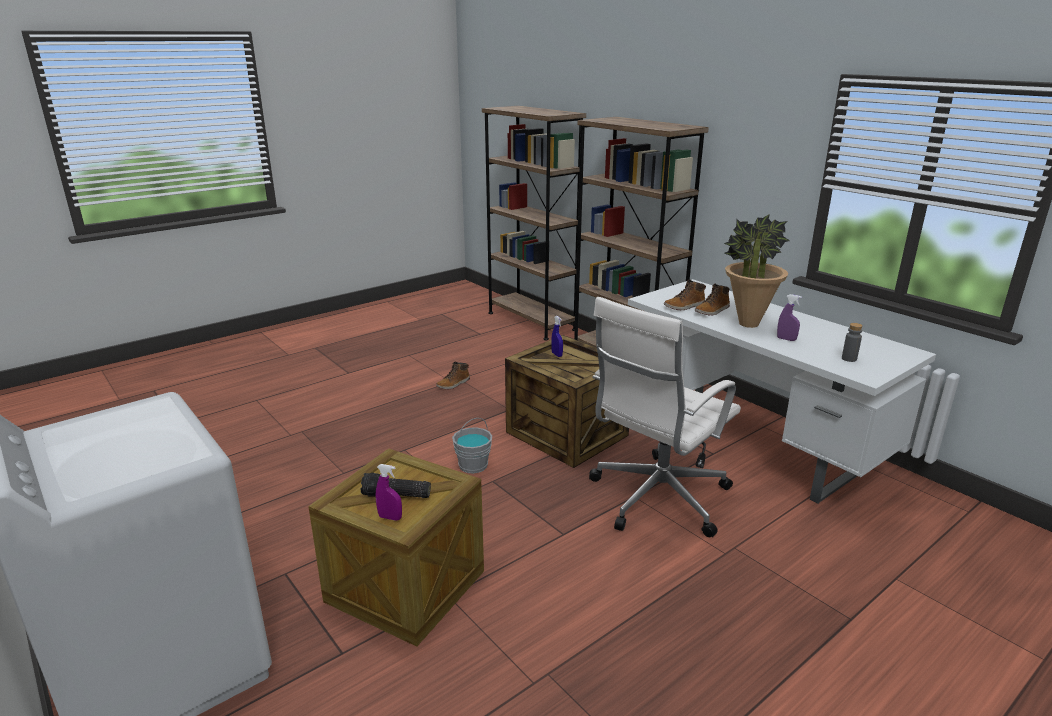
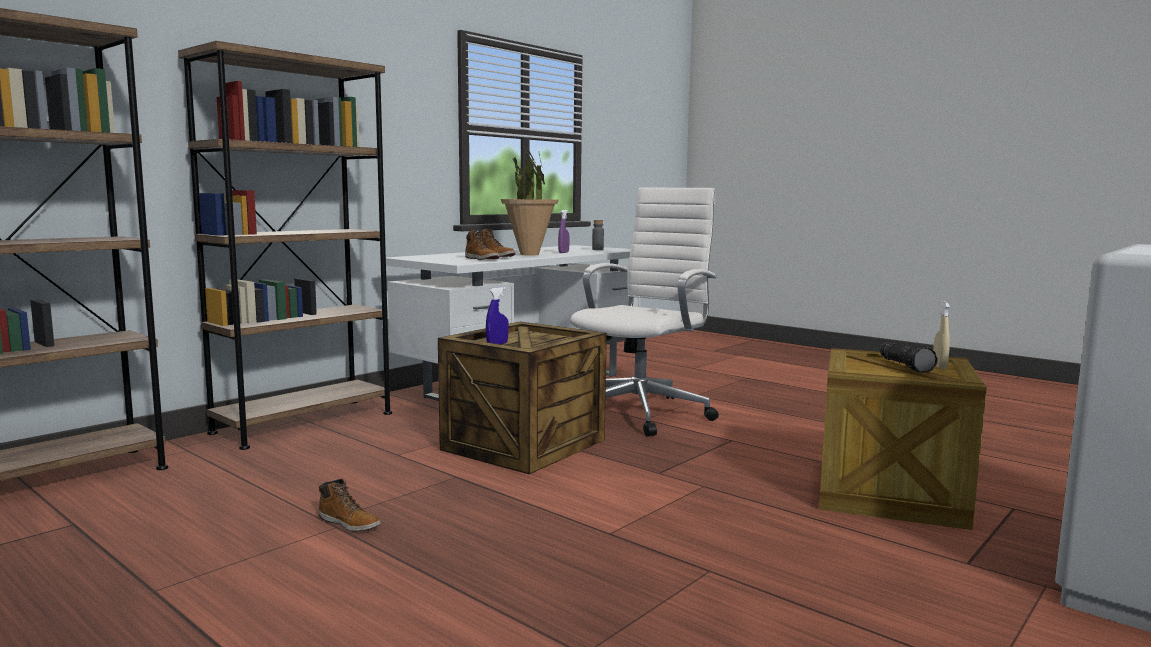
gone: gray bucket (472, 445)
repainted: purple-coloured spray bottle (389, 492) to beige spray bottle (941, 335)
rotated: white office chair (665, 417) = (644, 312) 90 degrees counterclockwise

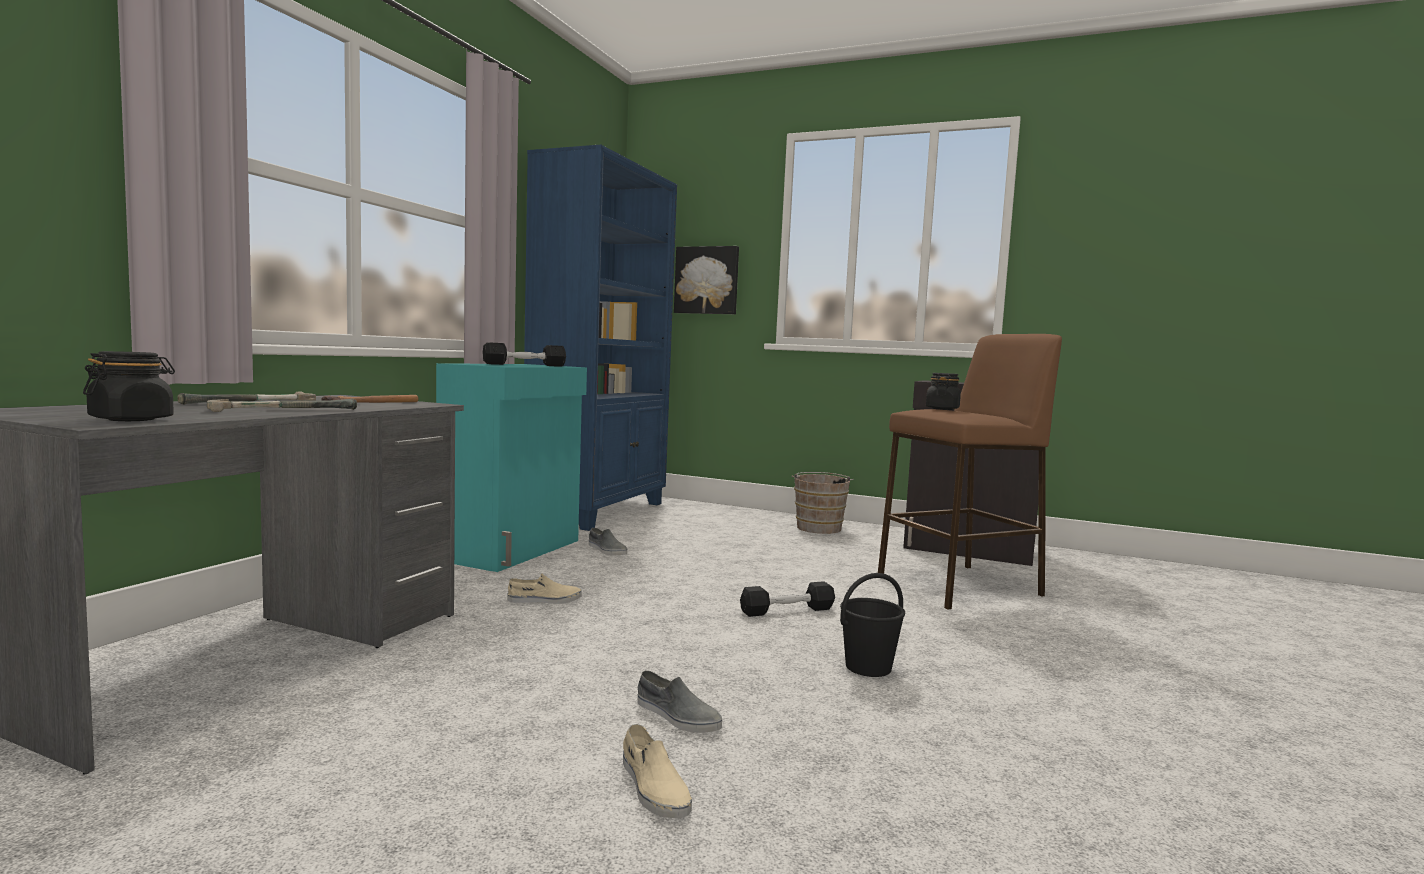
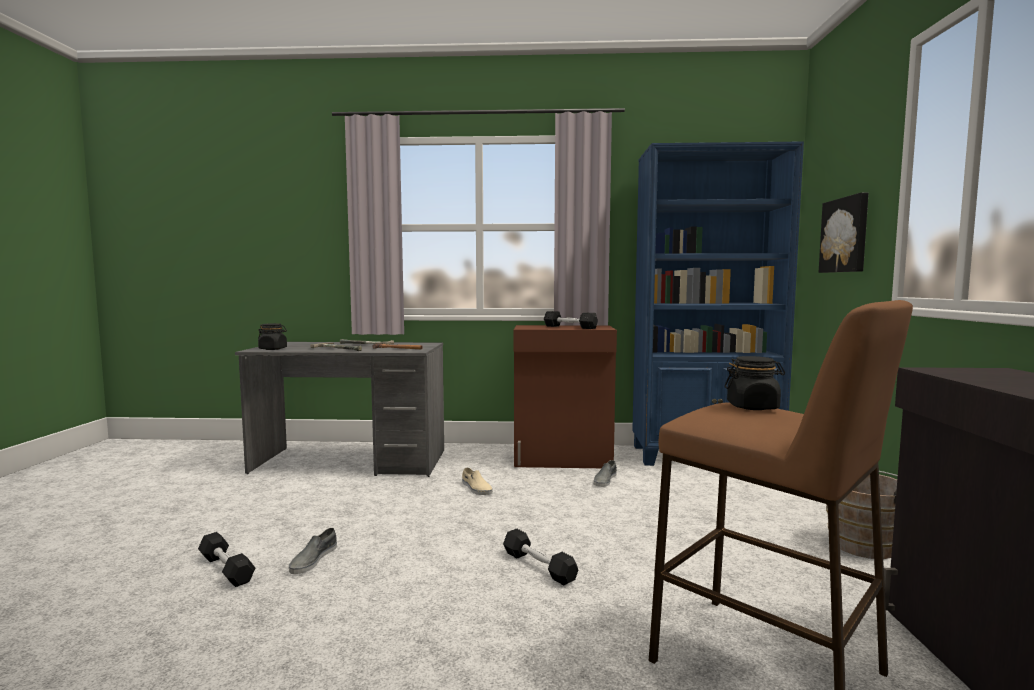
gone: black bucket (872, 625)
swapped: beige low shoe (657, 771) to black hand weight (226, 559)
repainted: turquoise cupboard (511, 467) to brownish cupboard (565, 396)

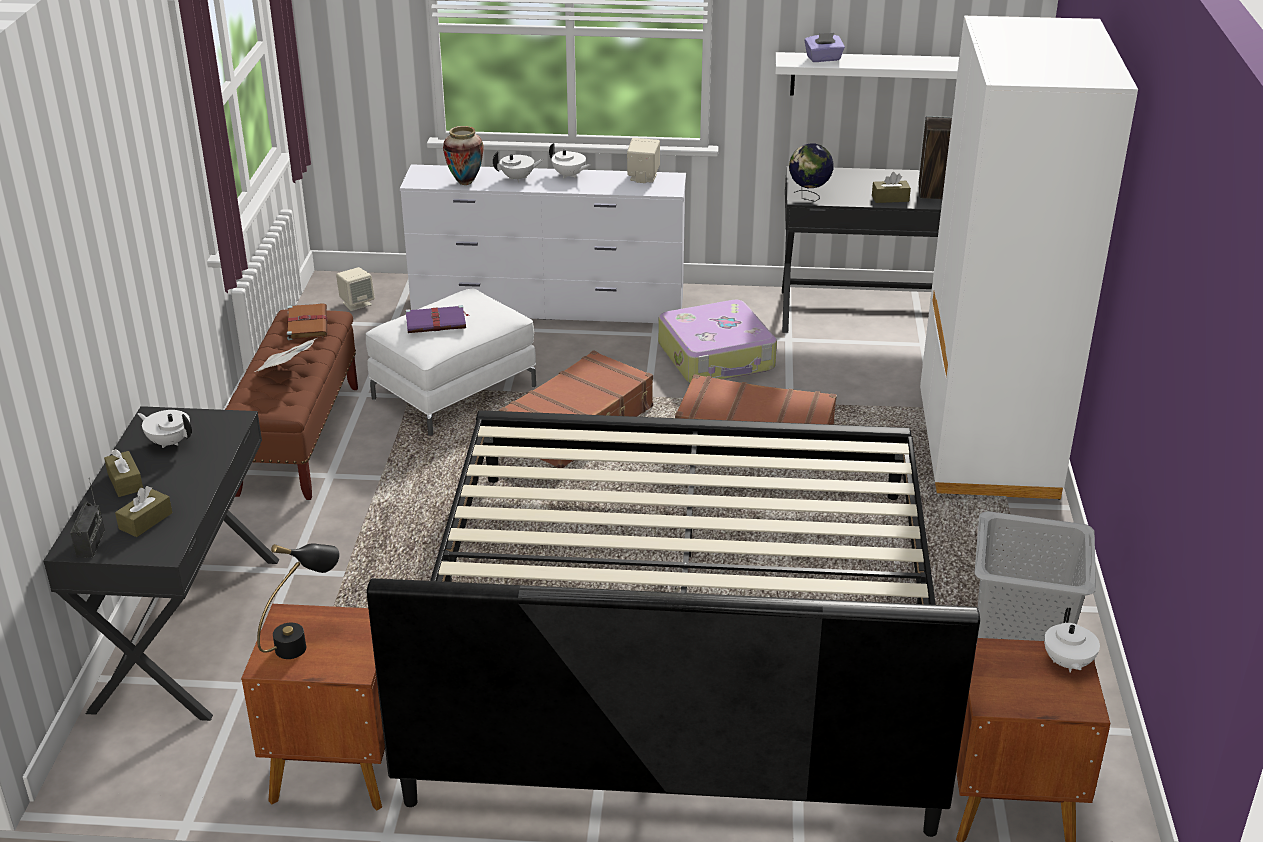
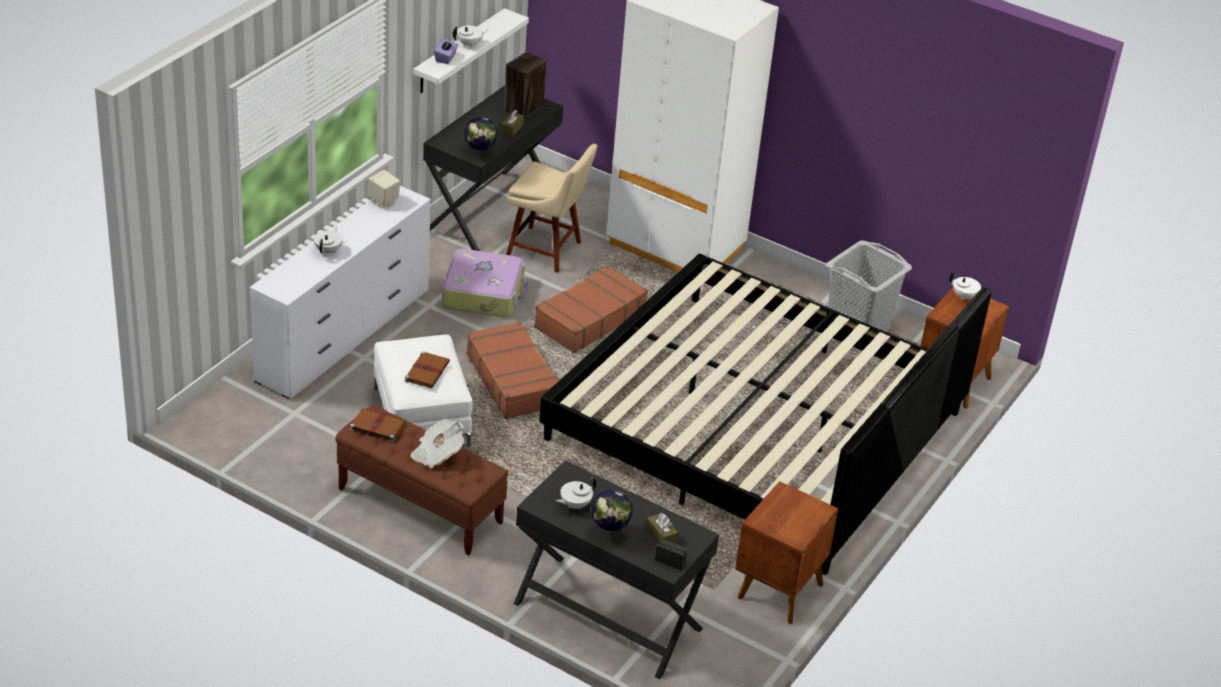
gone: black lamp for a table (298, 601); beige speaker (355, 289); decorative vase (463, 155)
new: beige plain chair (551, 208)
shifted: white pot for tea (569, 161) to (471, 37)
swapped: brownish tissue holder (123, 473) to world globe (612, 514)
repainted: purple-coloured book (437, 319) to brownish book (427, 369)

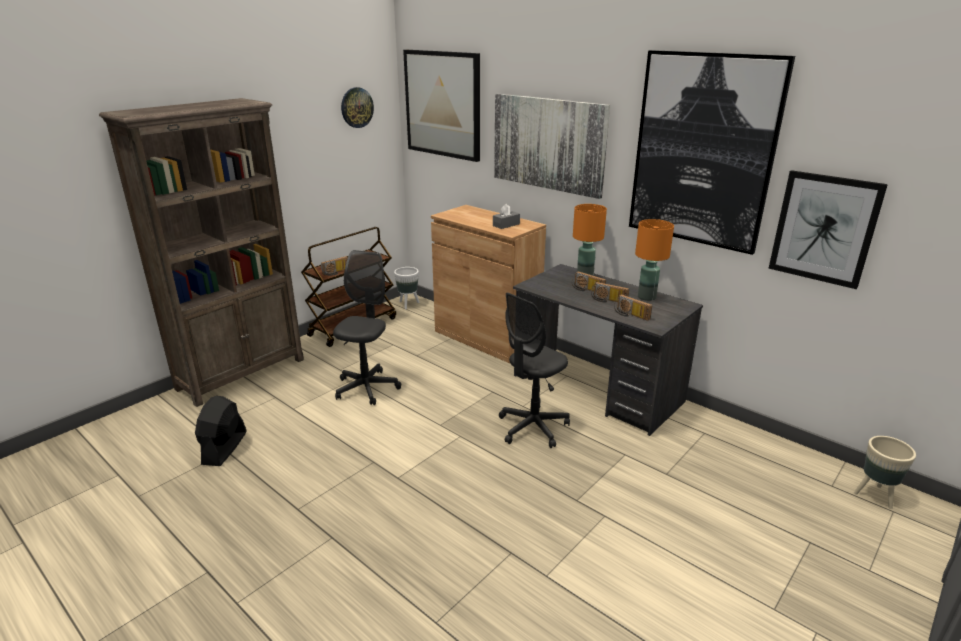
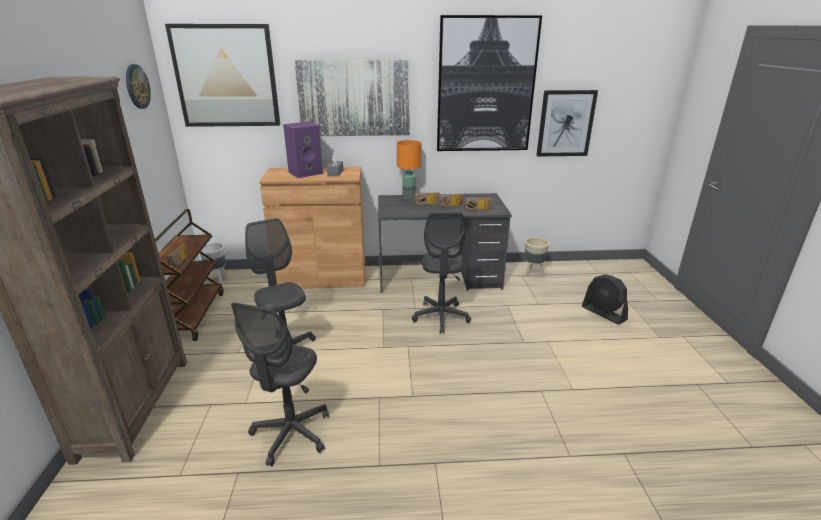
gone: orangey lamp for a table (654, 260)
new: gray office chair (280, 384); purple-coloured speaker (303, 150)
shifted: black electric fan (221, 431) to (605, 299); beige plant pot (885, 472) to (537, 257)

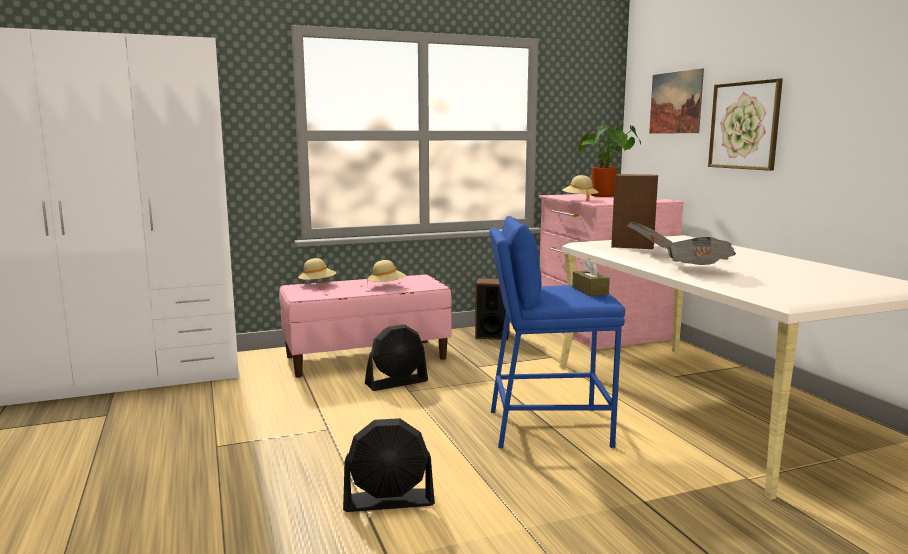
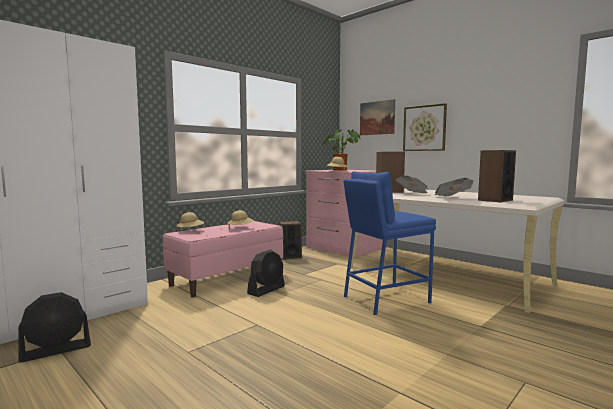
gone: brownish tissue holder (591, 277)
new: speaker (497, 176)
shifted: black electric fan (389, 465) to (54, 327)

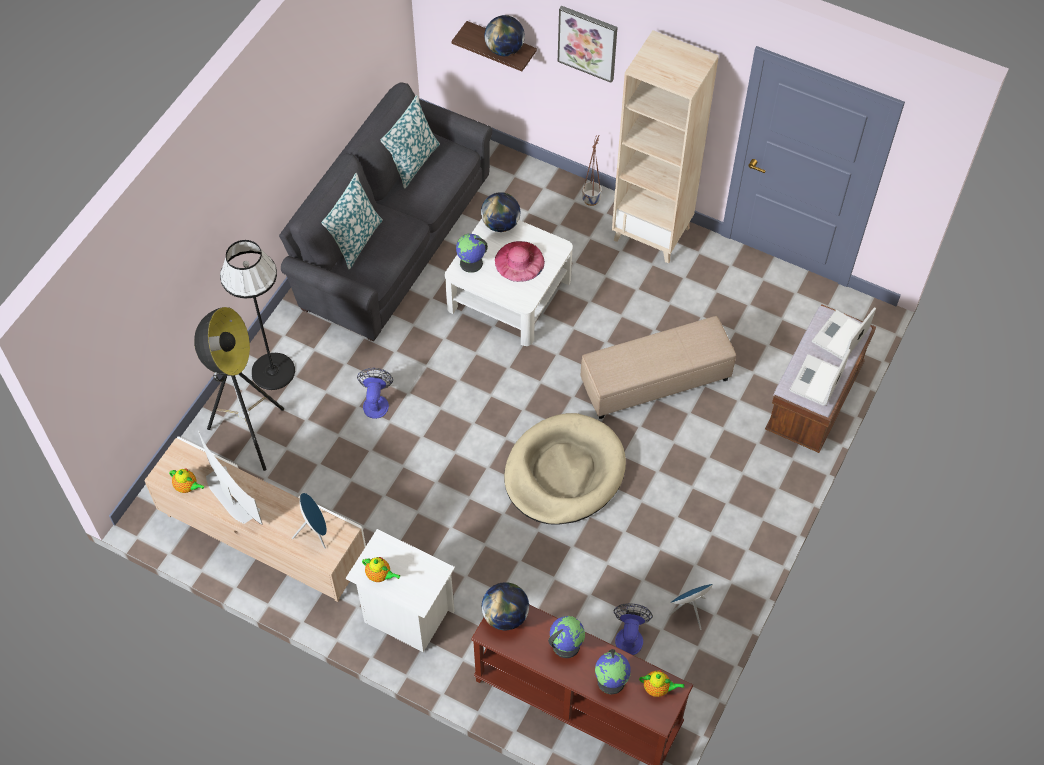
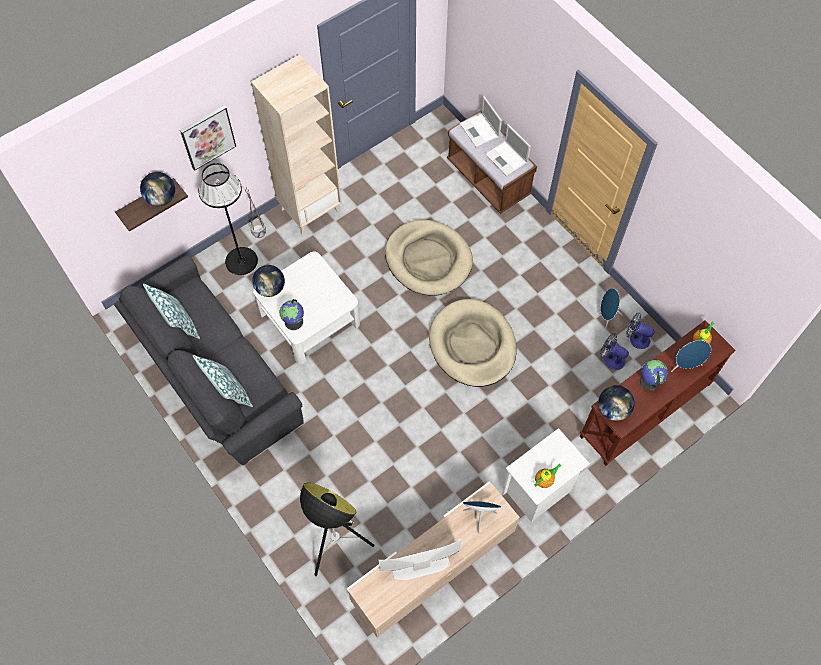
gone: pot for tea (186, 481); pinkish hat (520, 261)
shifted: black standard lamp (257, 315) to (228, 219); electric fan (375, 393) to (640, 331)
swapped: beige footrest (658, 367) to beige pet bed (429, 257); world globe (613, 671) to bluish speaker (691, 356)

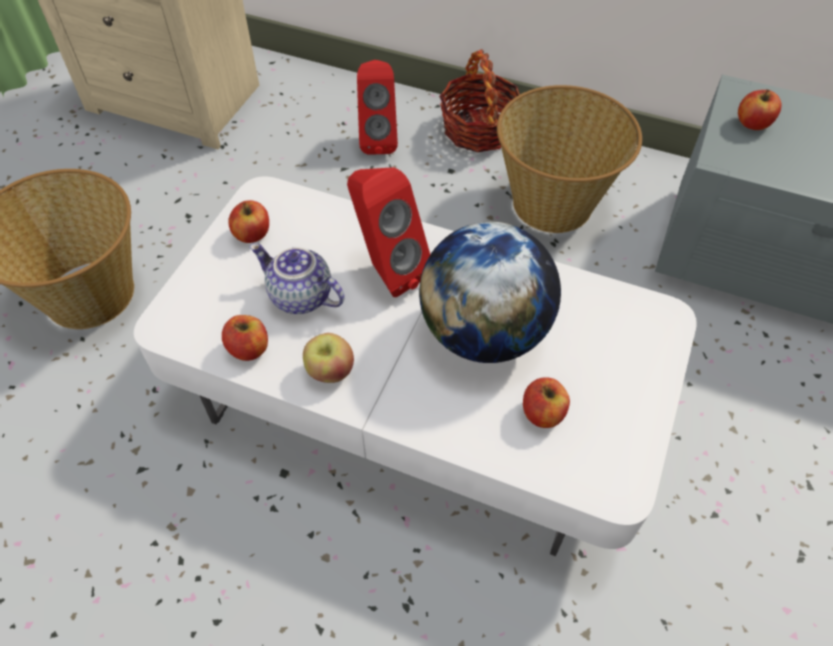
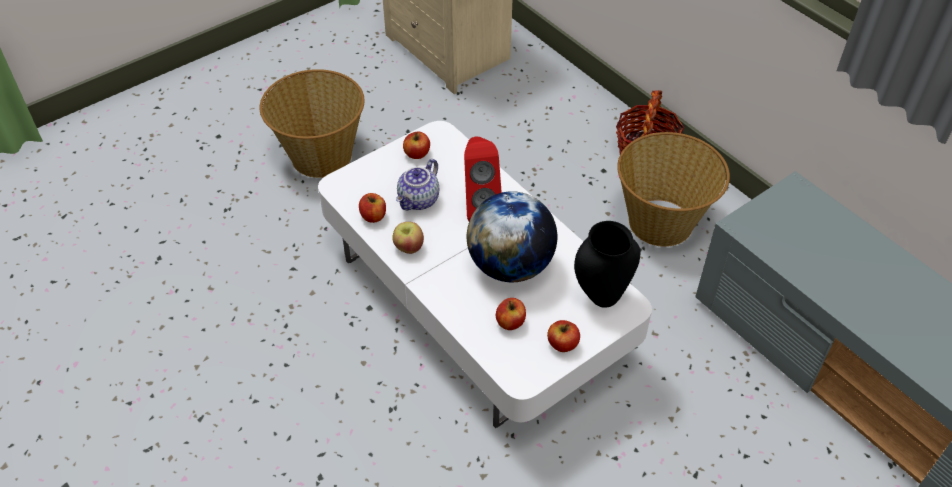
gone: red-coloured speaker (377, 107)
new: black decorative vase (607, 264)
shifted: apple fruit (759, 109) to (563, 336)
rotated: pot for tea (297, 278) = (417, 184) 120 degrees counterclockwise

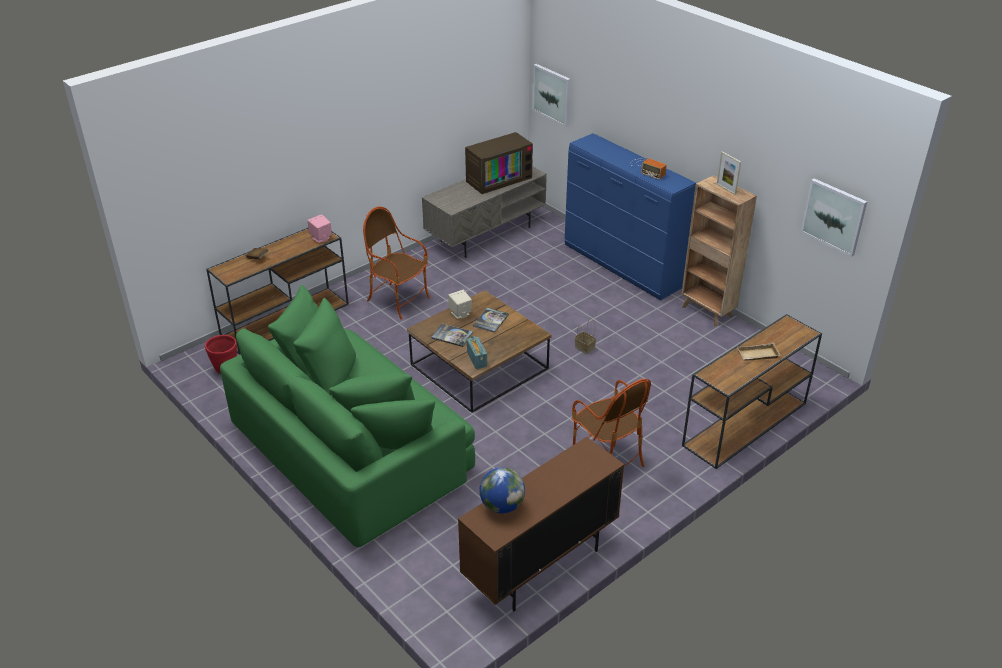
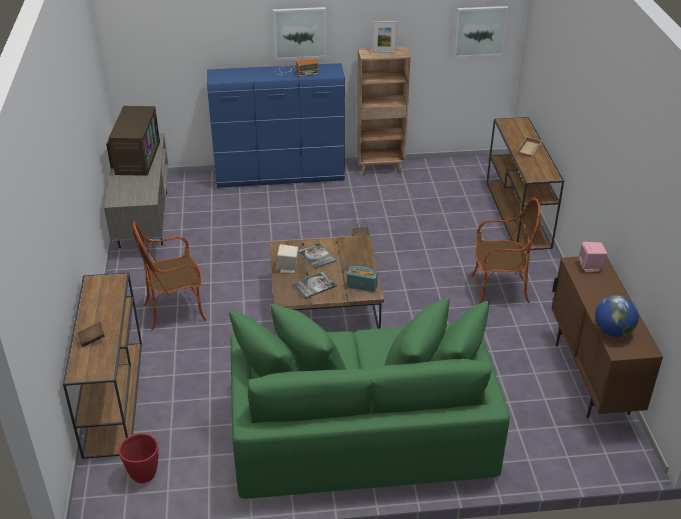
shifted: pinkish speaker (320, 228) to (593, 257); picture (551, 95) to (299, 33)

